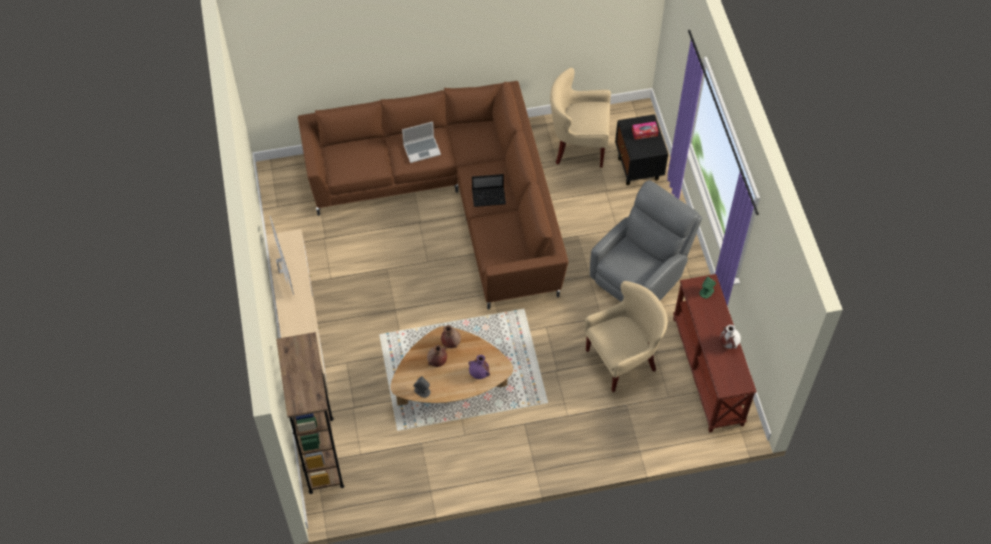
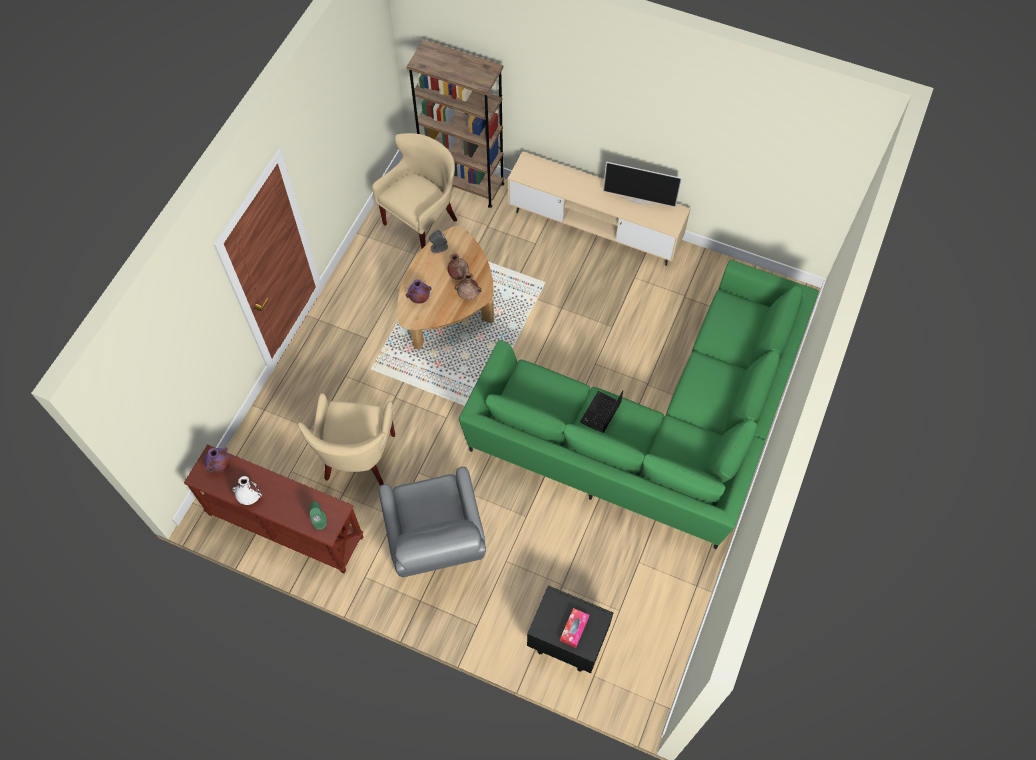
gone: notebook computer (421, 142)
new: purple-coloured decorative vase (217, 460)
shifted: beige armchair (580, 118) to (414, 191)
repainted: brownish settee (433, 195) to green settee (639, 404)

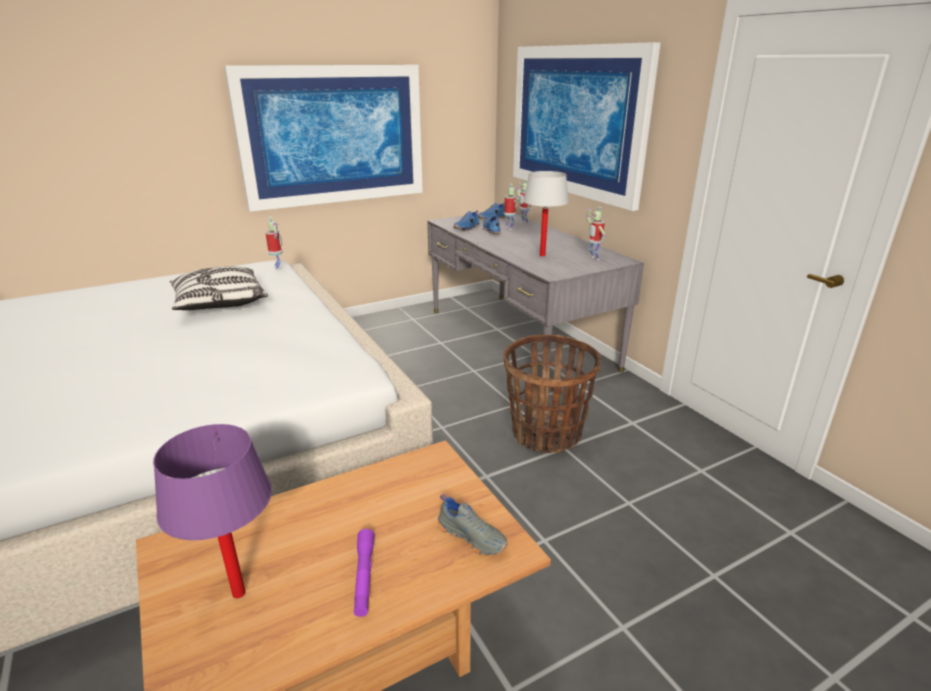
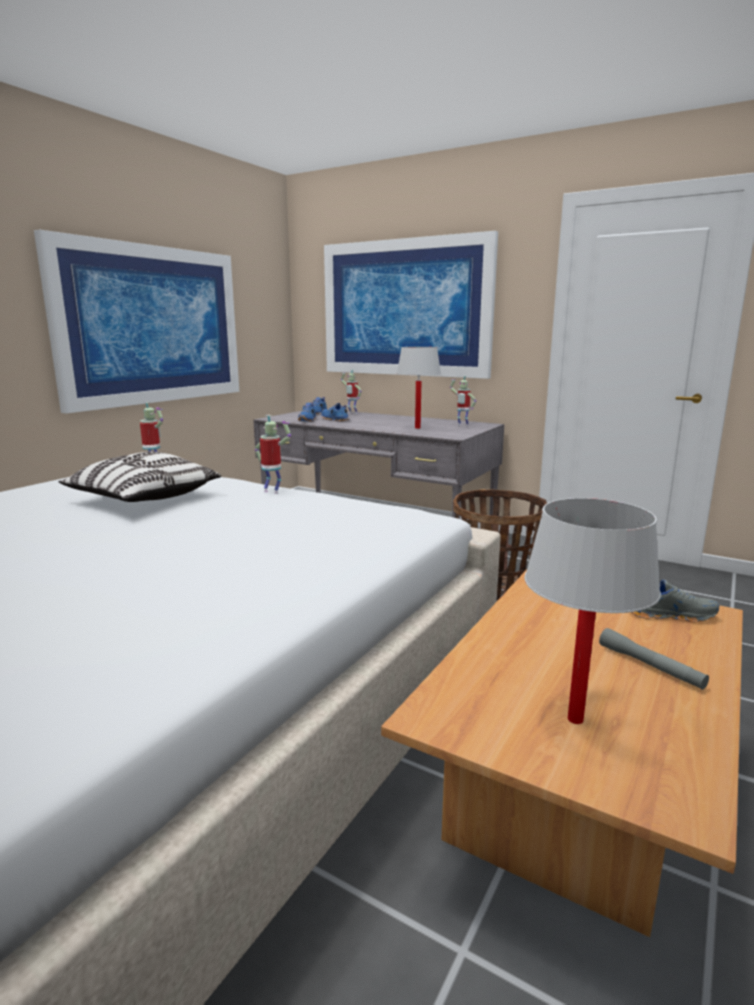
shifted: model robot (512, 207) to (273, 454)
repainted: purple-coloured lamp for a table (212, 511) to white lamp for a table (592, 611); purple-coloured flashlight (364, 573) to gray flashlight (654, 659)

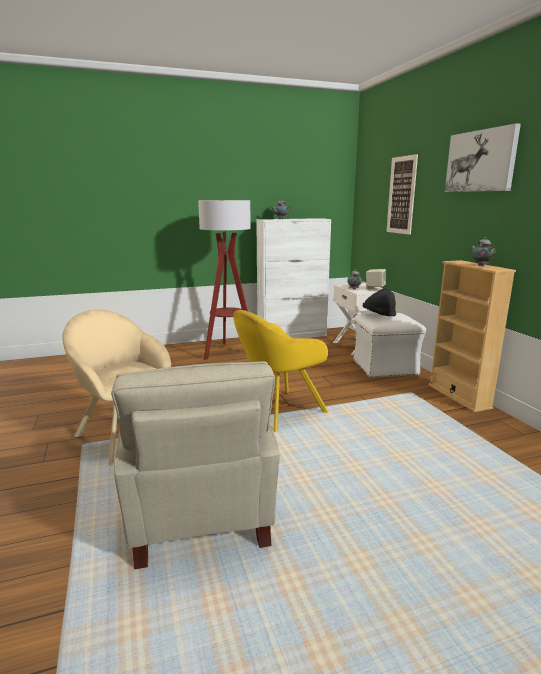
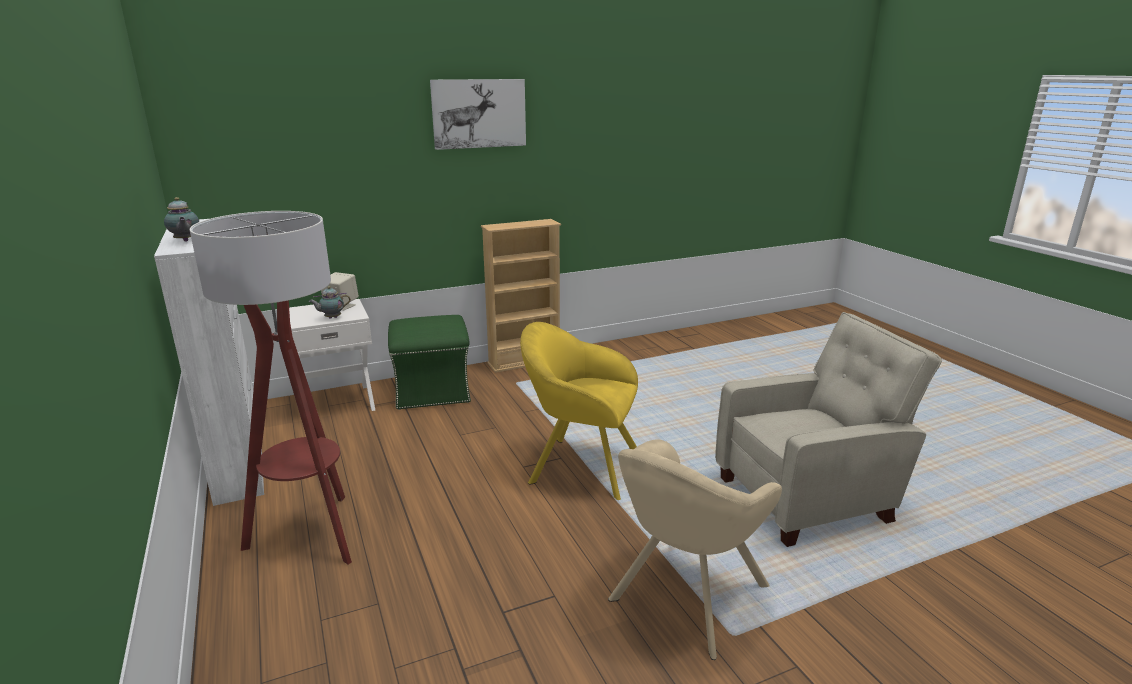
gone: black hat (379, 302); picture (402, 194); pot for tea (483, 251)
repainted: white footrest (389, 345) to green footrest (429, 362)
rotated: yellow armchair (281, 371) = (579, 411) 150 degrees clockwise

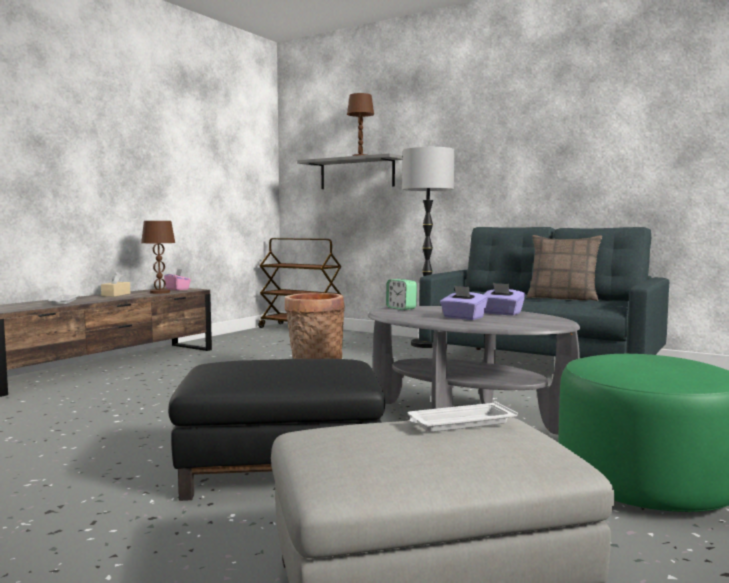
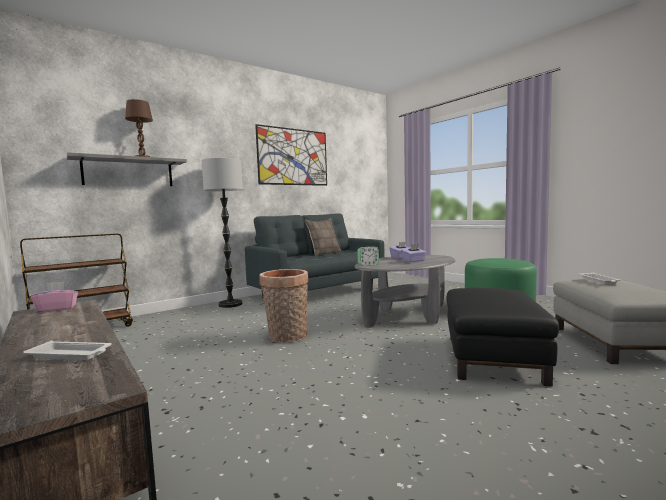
gone: beige tissue holder (115, 284); brownish lamp for a table (158, 257)
new: picture (291, 155)

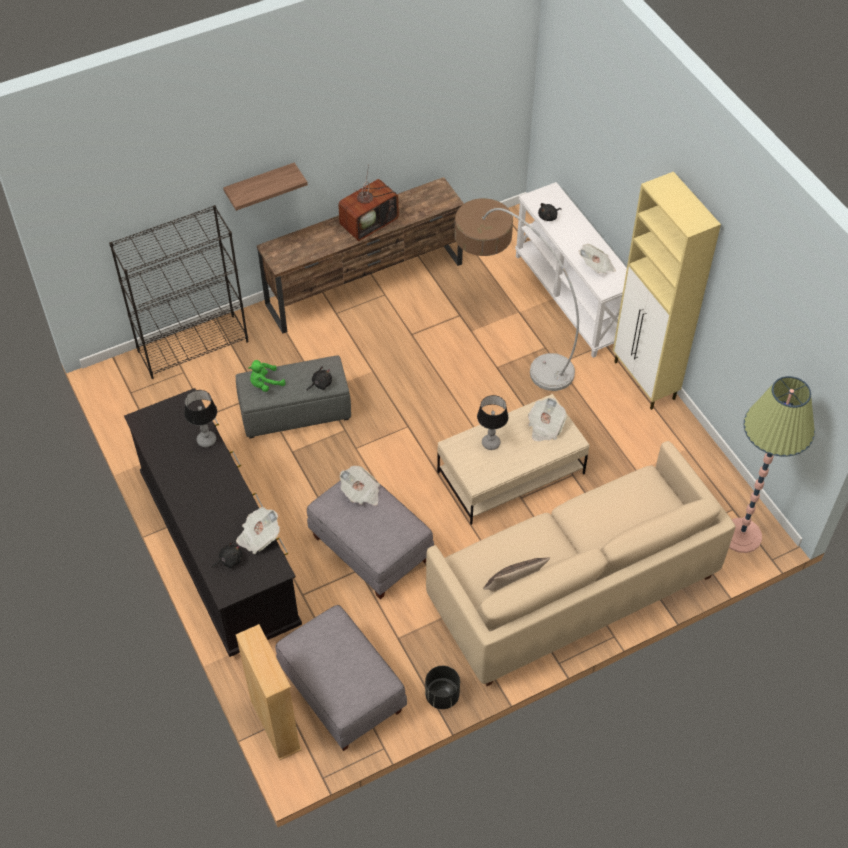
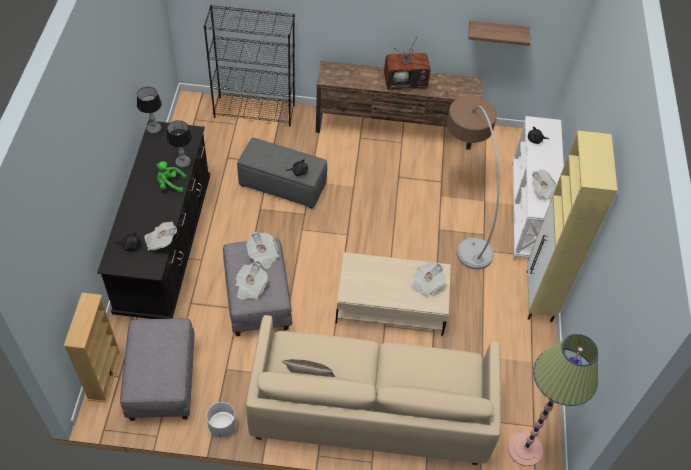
new: newspaper (252, 281)
shifted: shelf (265, 187) to (499, 33); green soft toy (266, 376) to (171, 177); lamp for a table (492, 422) to (149, 110)
repainted: black plant pot (442, 687) to white plant pot (221, 419)

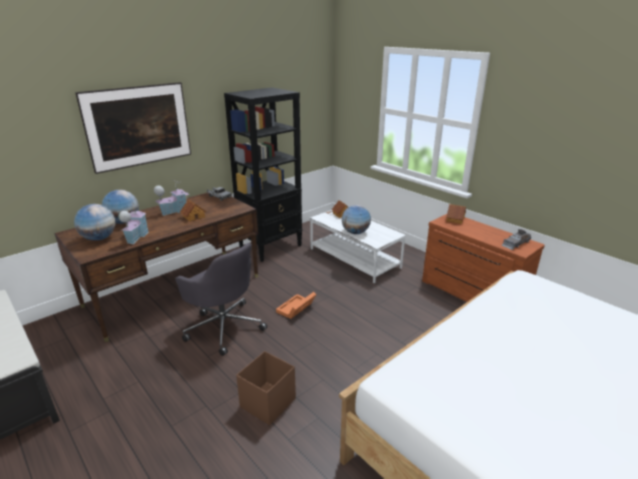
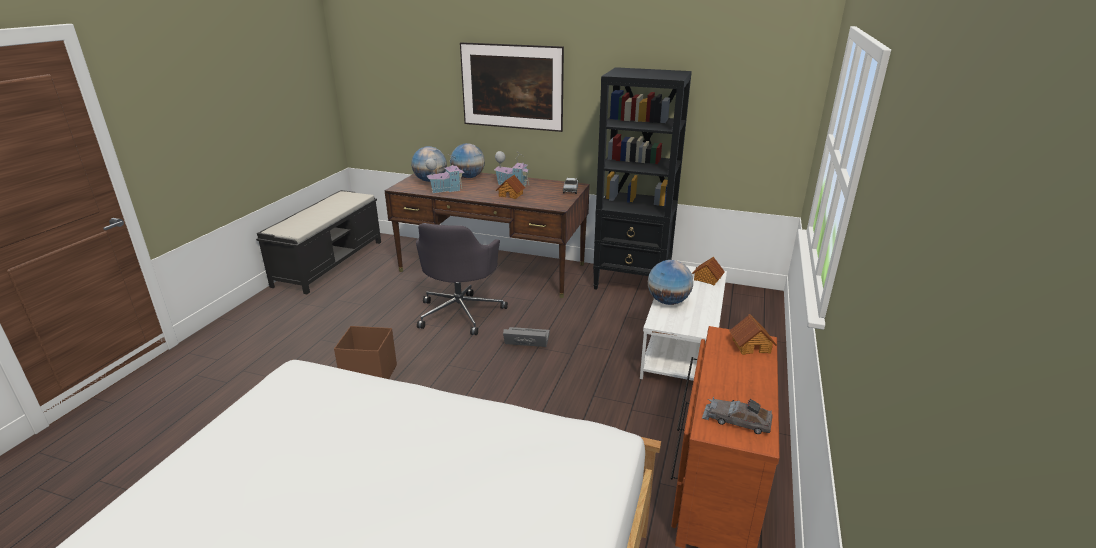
repainted: orangey storage box (296, 305) to gray storage box (526, 337)

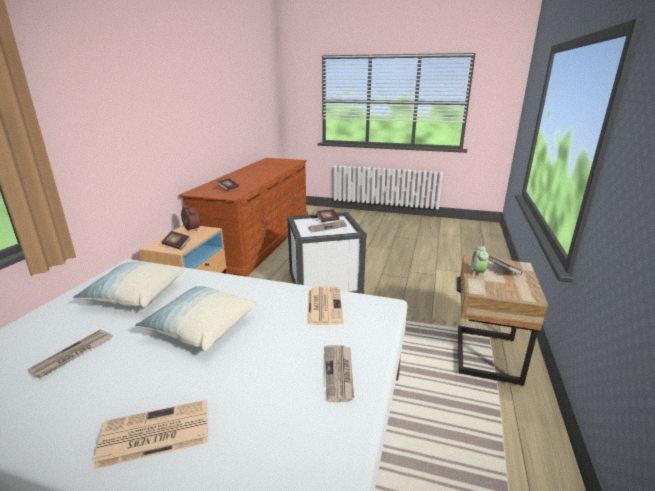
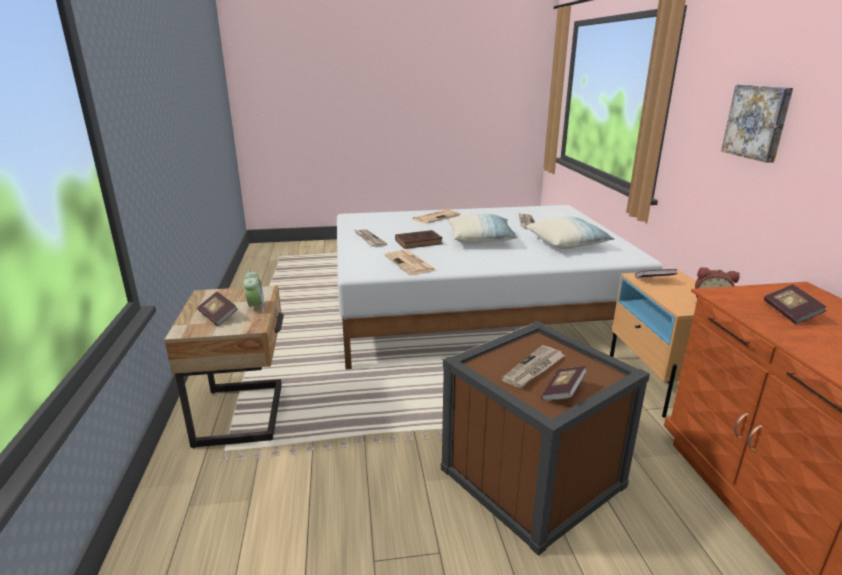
new: brownish book (419, 239); picture (757, 123)
repainted: white storage box (327, 253) to brownish storage box (545, 438)

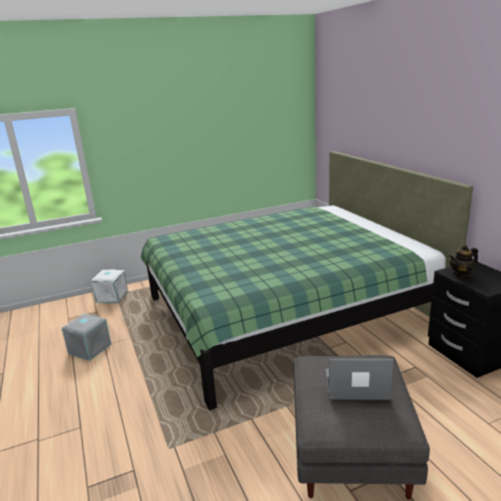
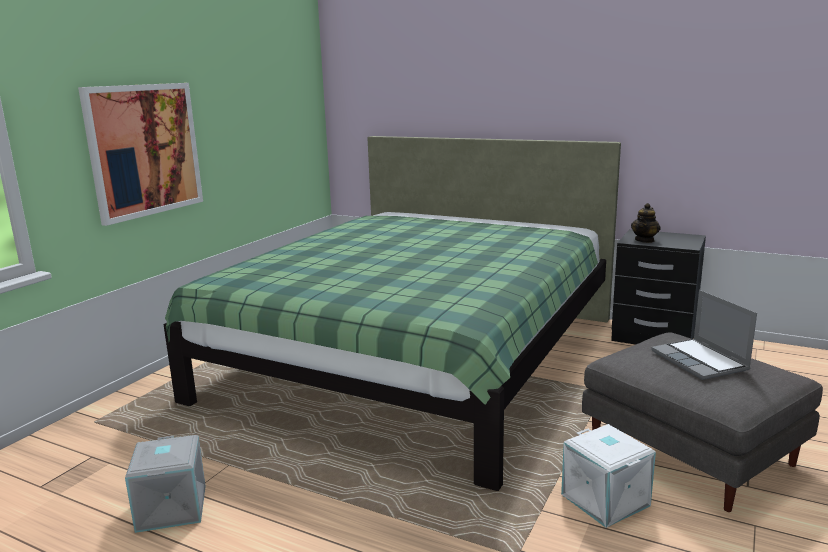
new: picture (140, 154)
shifted: white storage box (109, 286) to (608, 476)
rotated: notebook computer (360, 379) = (704, 335) 75 degrees counterclockwise

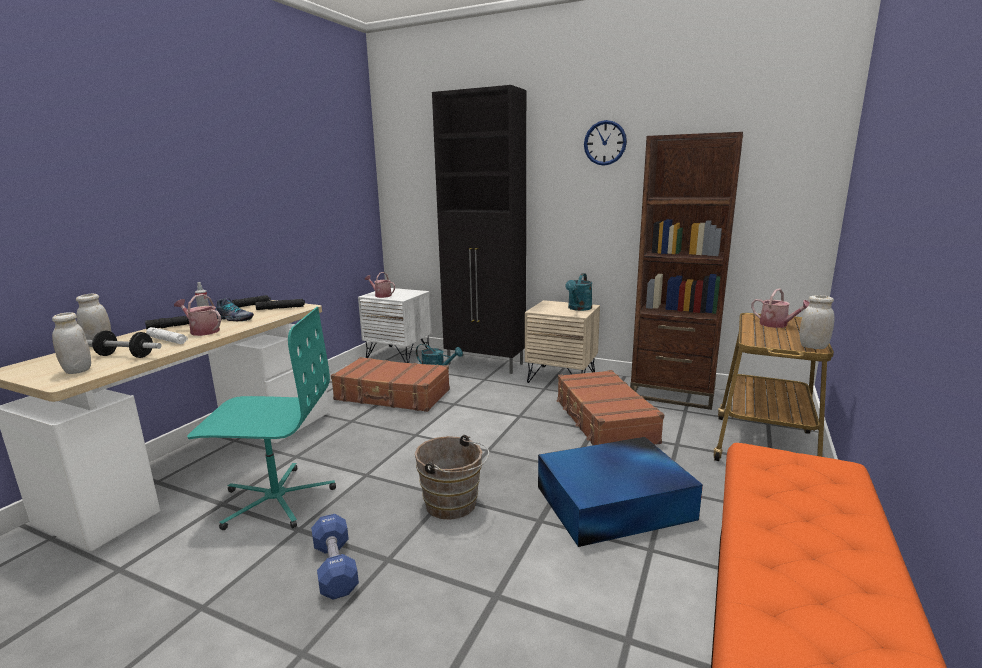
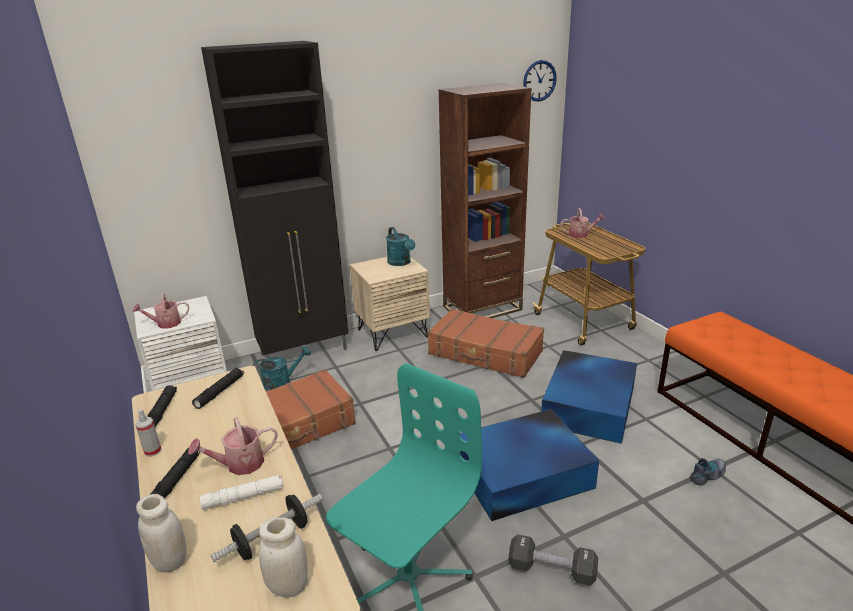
gone: white jar (816, 322)
shifted: low shoe (235, 310) to (708, 472); wall clock (605, 142) to (540, 81)
swapped: brownish bucket (452, 477) to bluish storage box (529, 465)
repainted: bluish hand weight (335, 557) to black hand weight (553, 560)

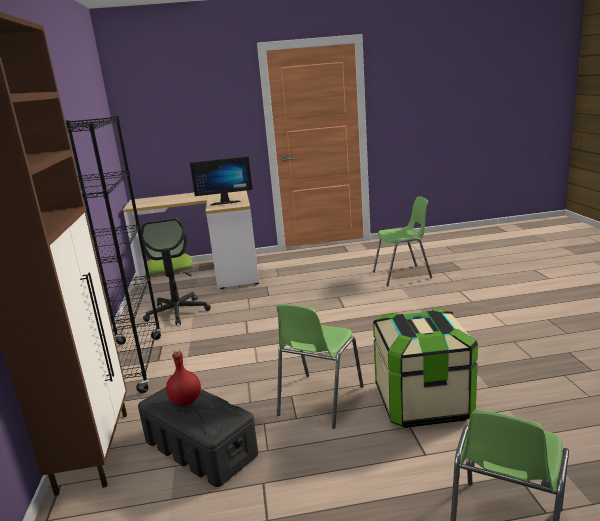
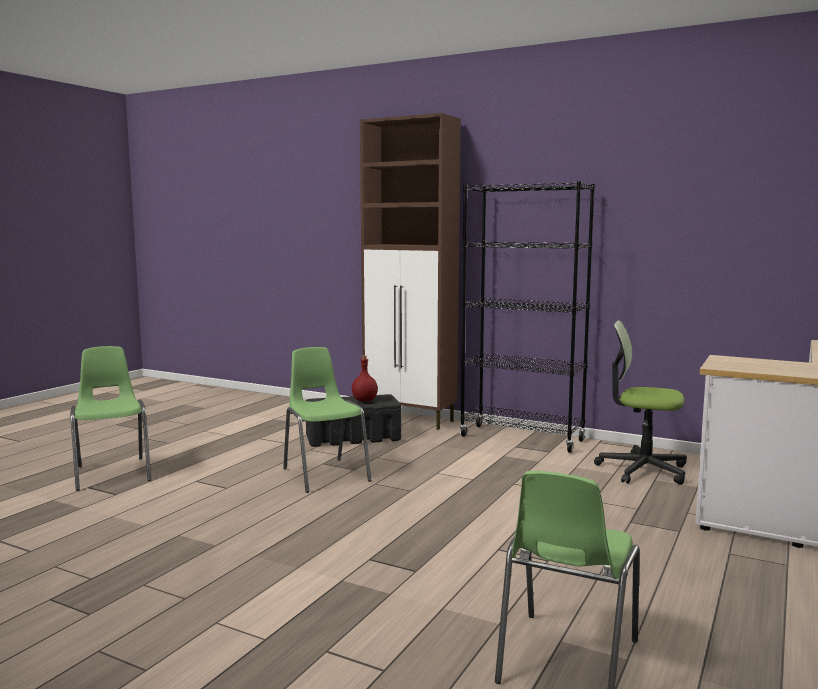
gone: computer screen (221, 181); storage box (425, 368)

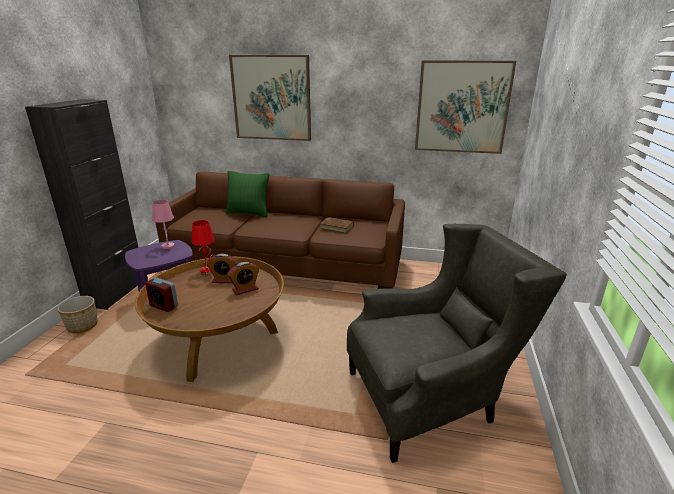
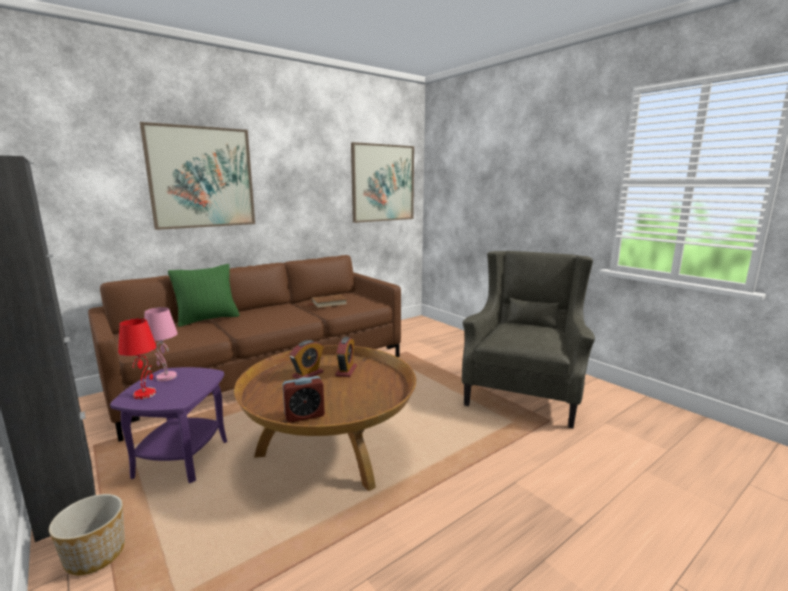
shifted: red-coloured lamp for a table (203, 247) to (137, 358)

